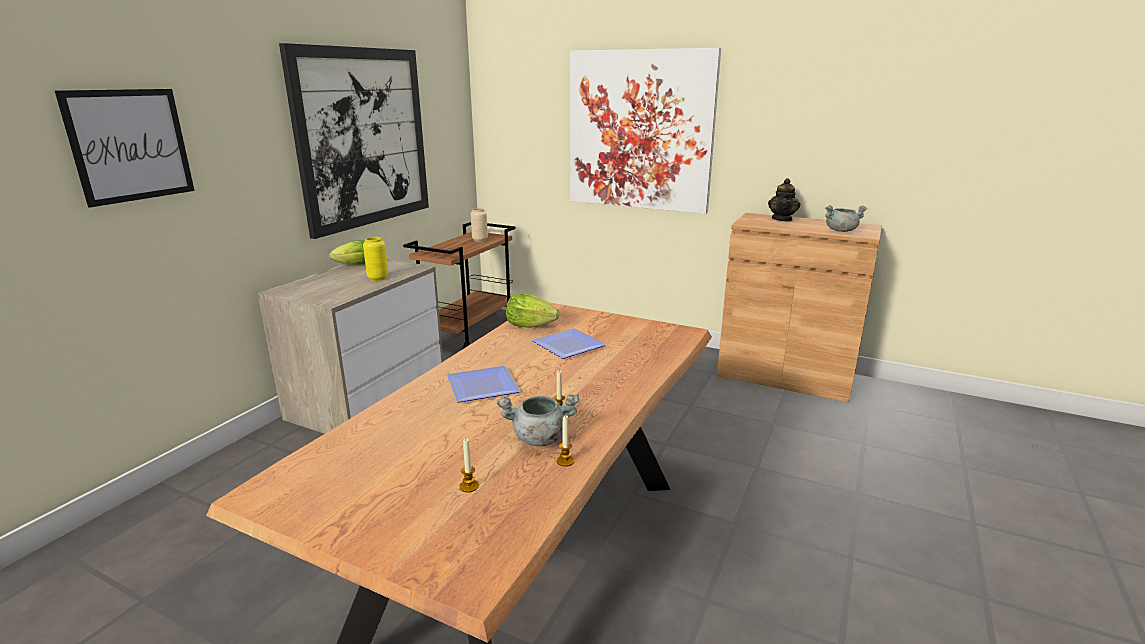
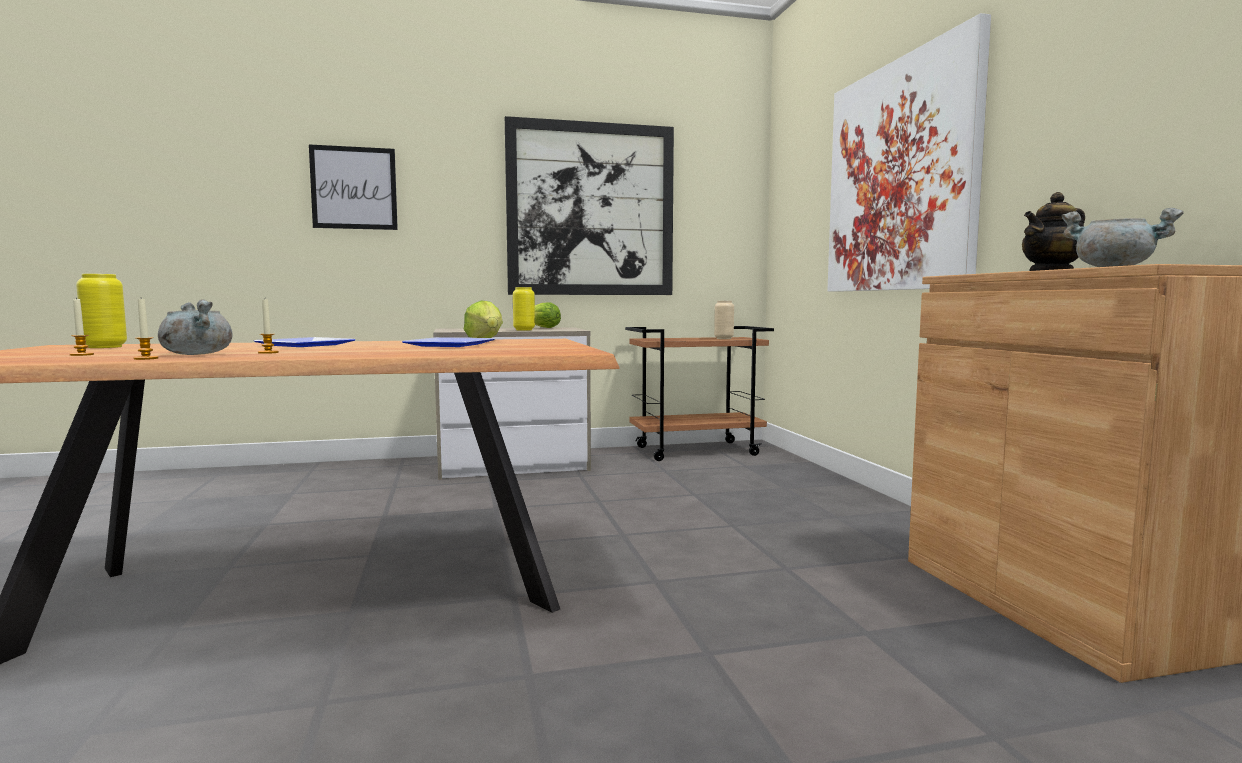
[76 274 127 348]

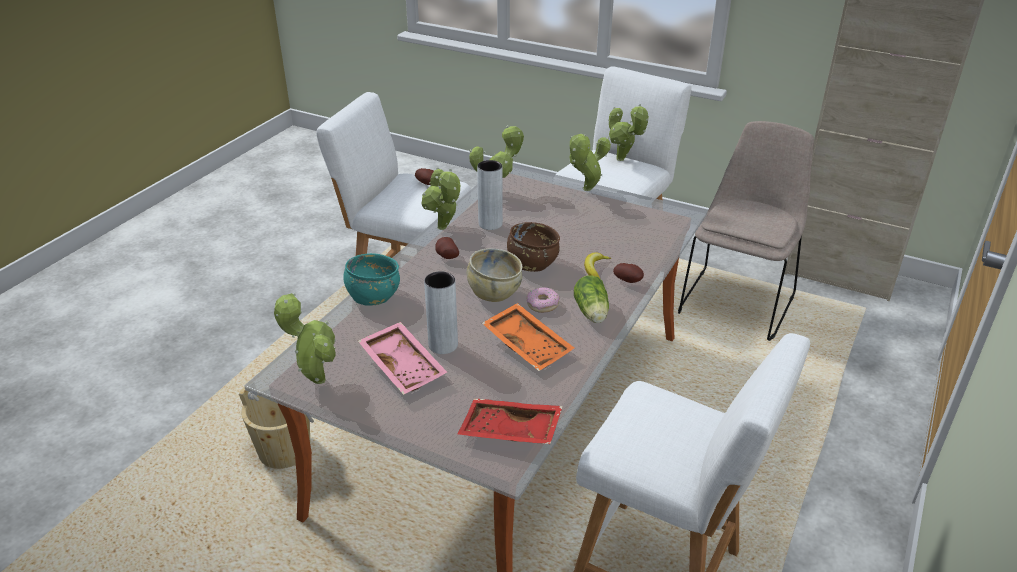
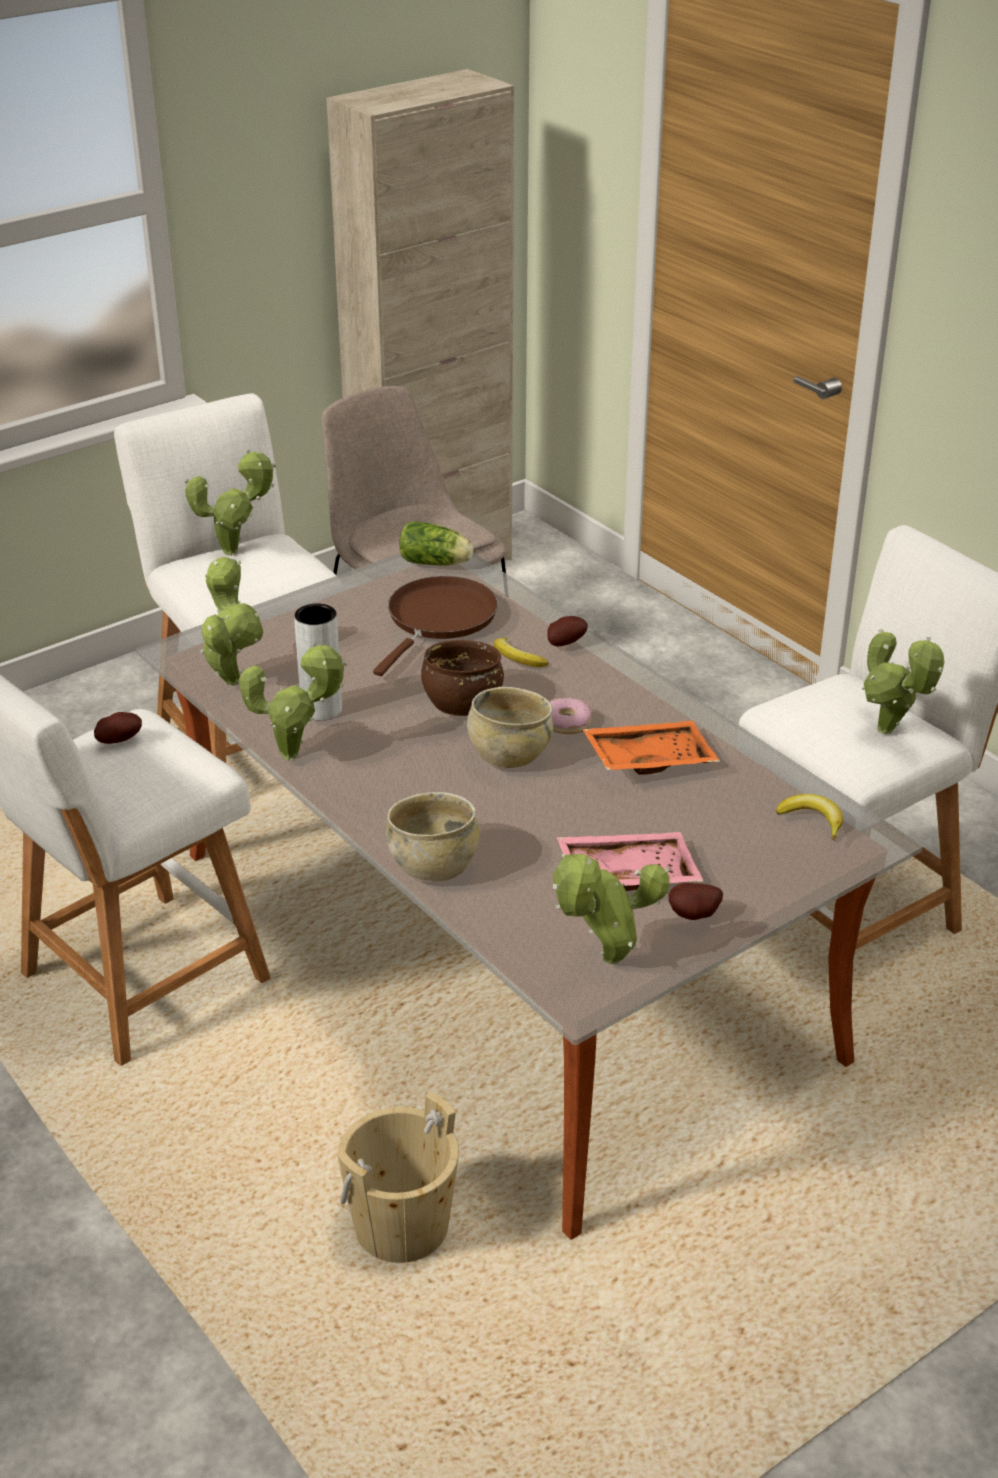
[386 792 480 882]
[424 271 458 354] (first image)
[669 883 723 920]
[776 794 843 840]
[862 629 944 734]
[399 521 474 566]
[373 576 498 676]

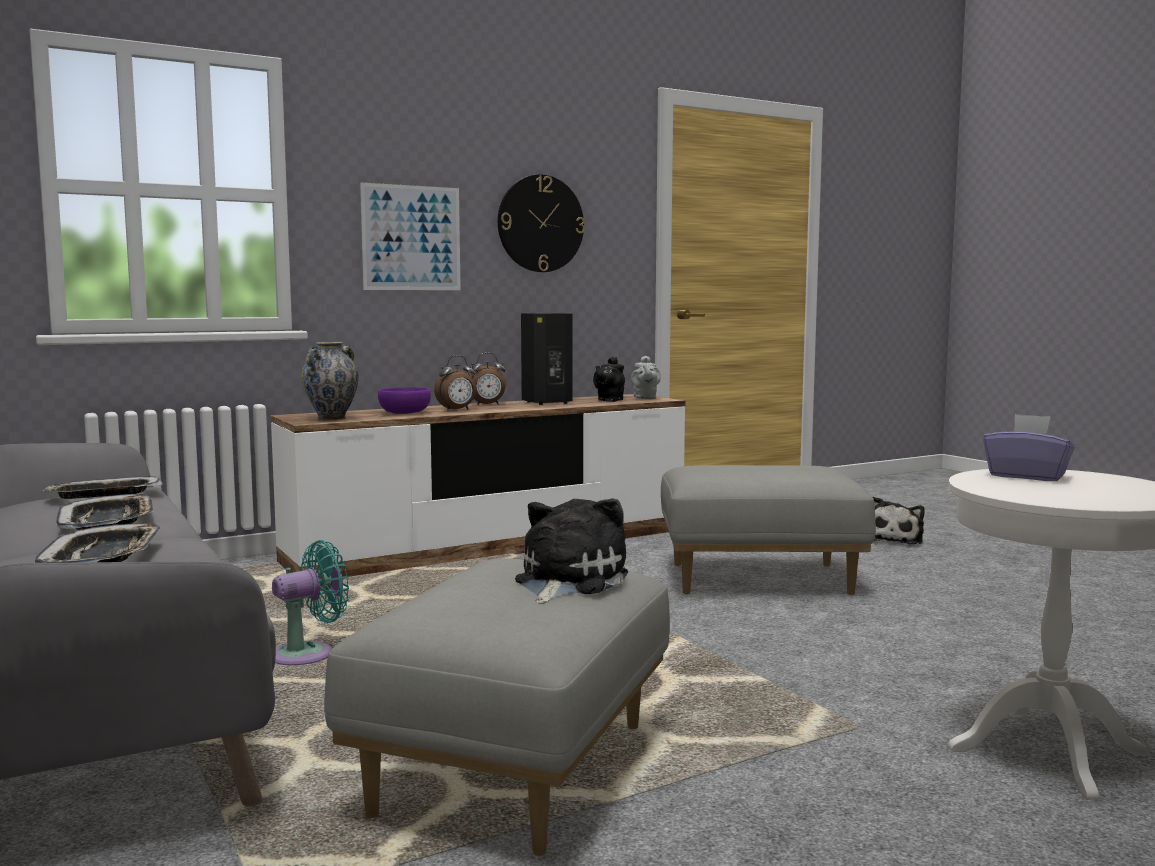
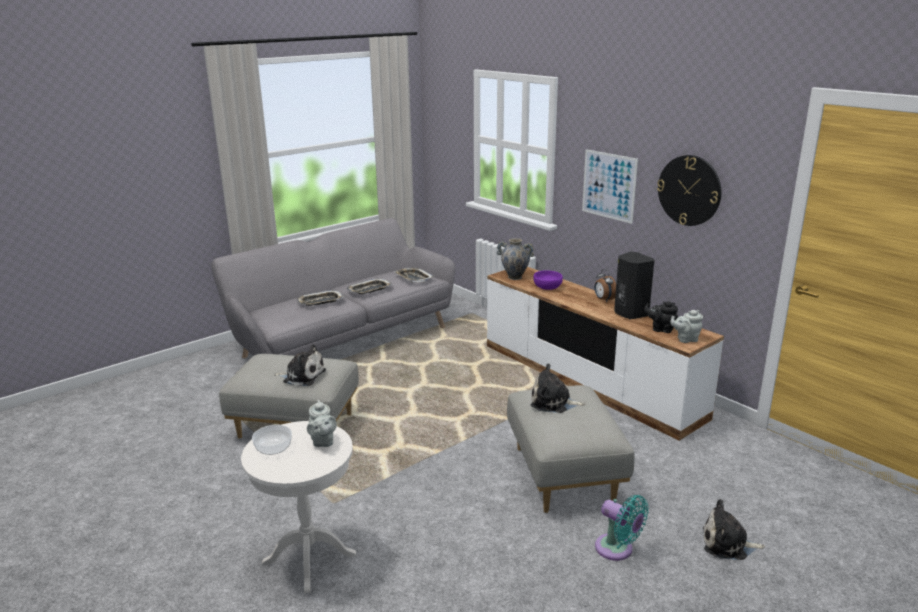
[595 495 648 561]
[434 355 476 411] (first image)
[307 400 337 447]
[252 425 292 455]
[531 364 586 413]

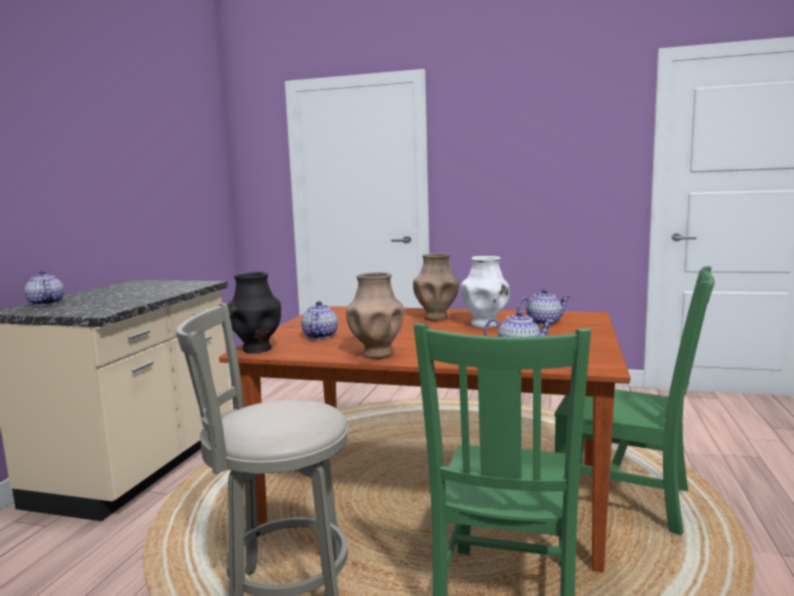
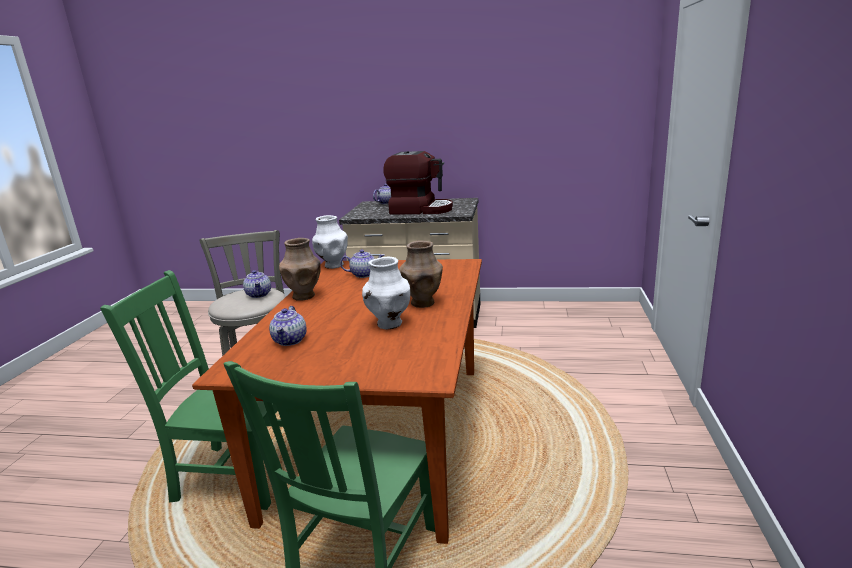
[312 215 348 269]
[243 270 271 298]
[383 151 453 214]

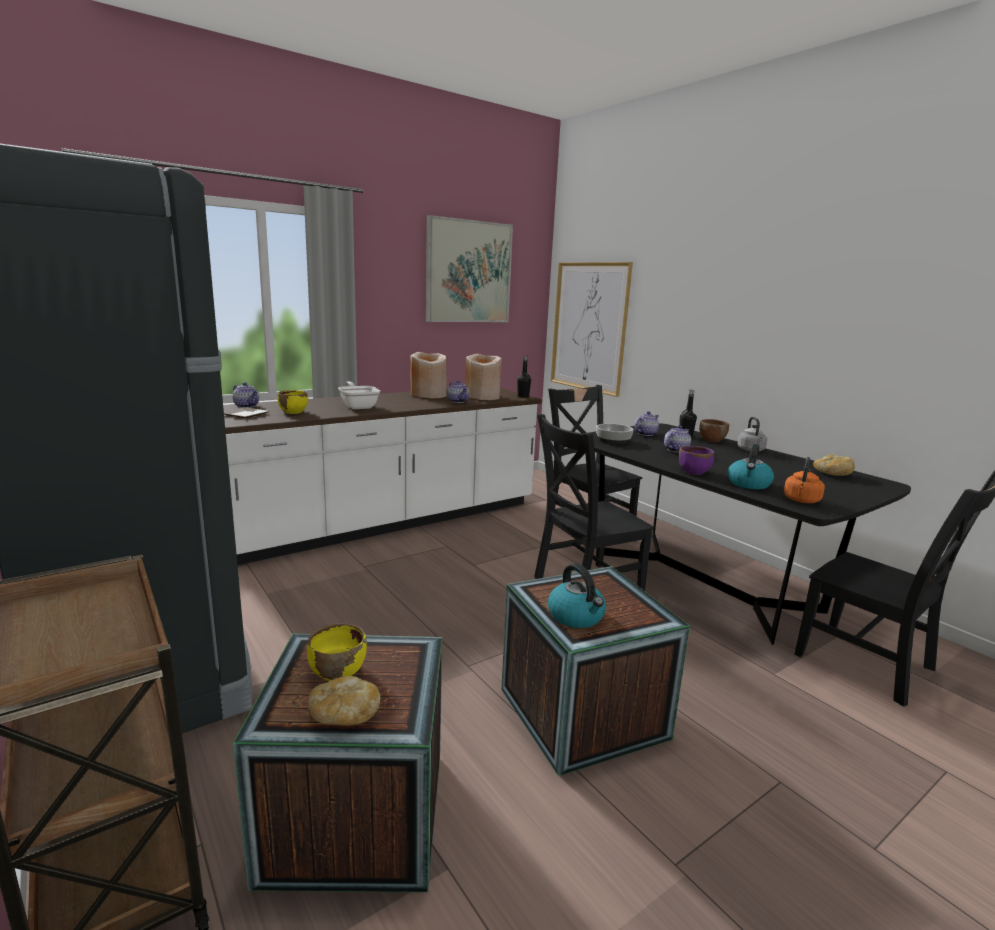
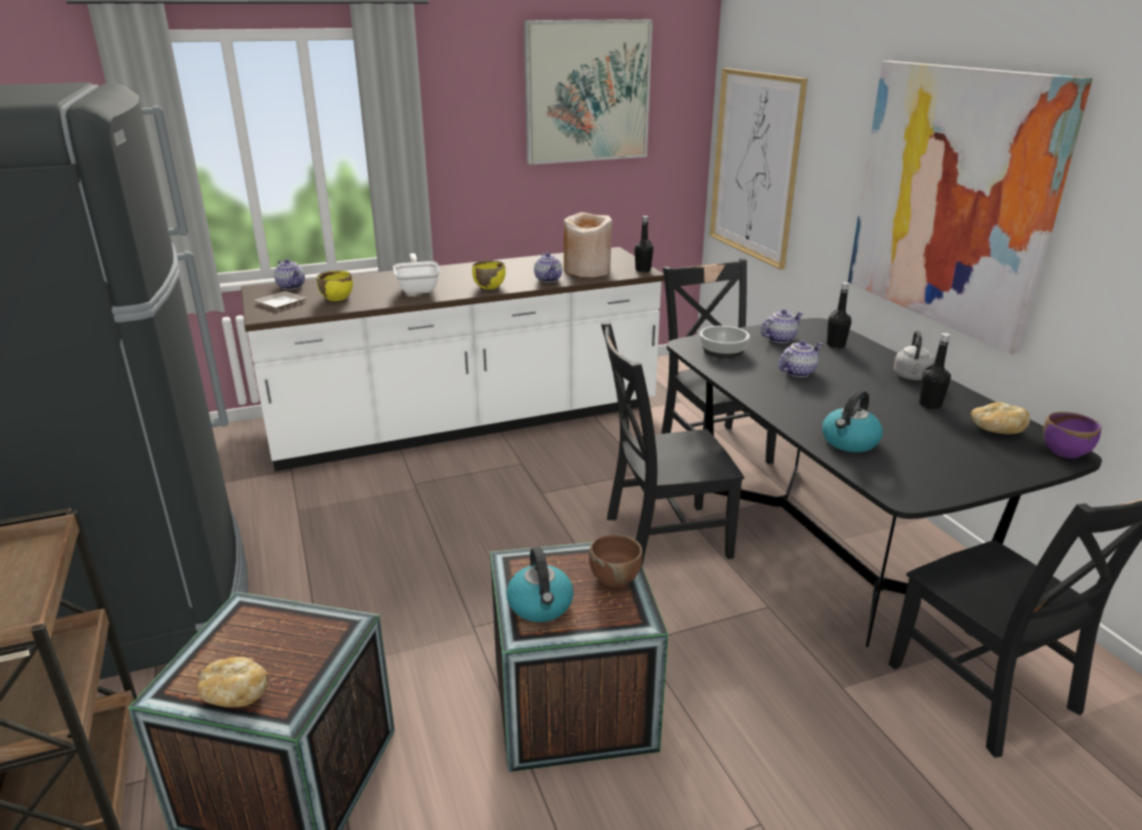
[472 260 506 289]
[410 352 447 399] (first image)
[1043 412 1101 458]
[589 534 643 587]
[784 457 825 503] (first image)
[848 61 1092 355]
[919 333 951 409]

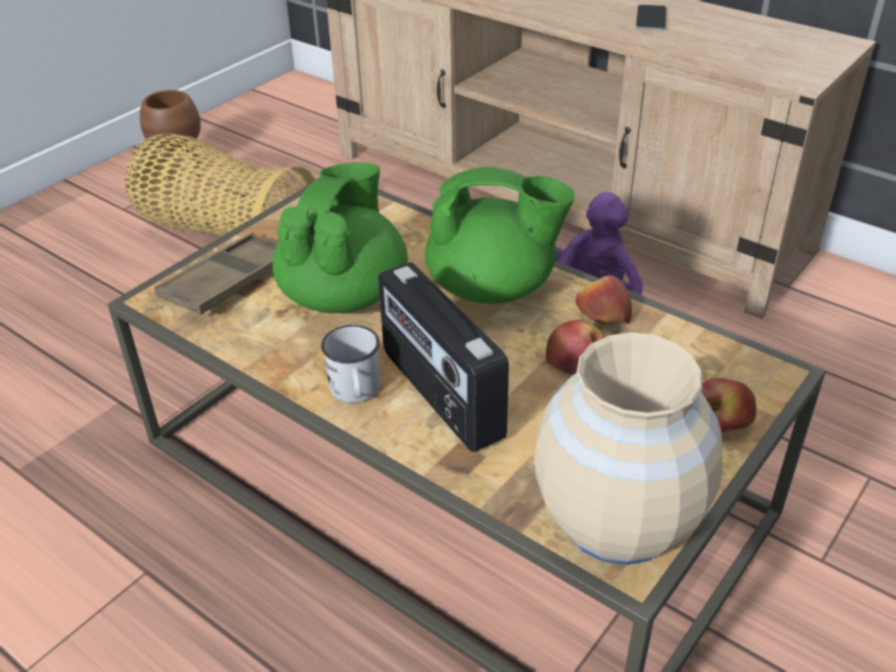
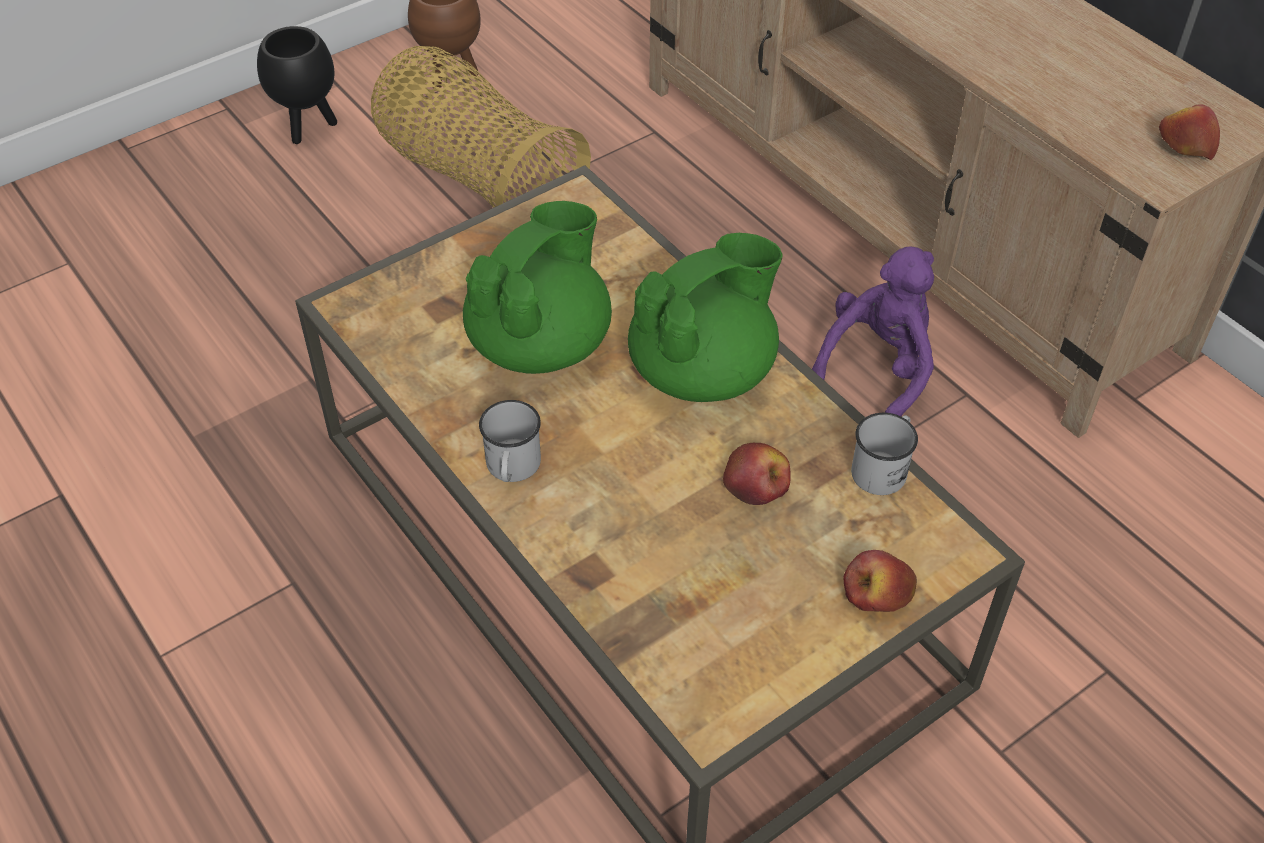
[154 232 278 315] (first image)
[378 262 509 452] (first image)
[628 233 783 402]
[534 332 722 565] (first image)
[1159 104 1220 160]
[636 5 666 30] (first image)
[257 26 337 144]
[851 413 918 495]

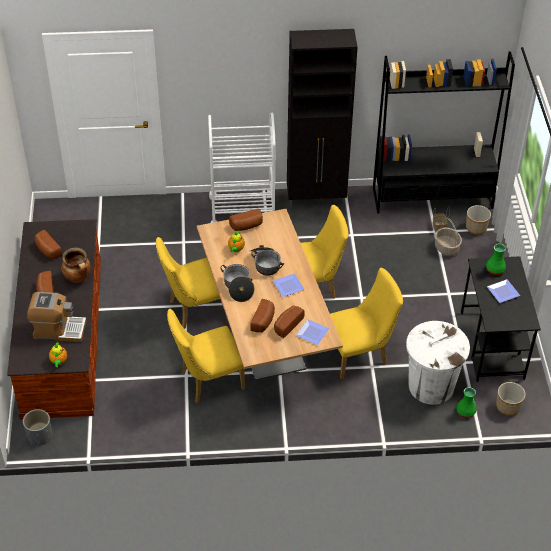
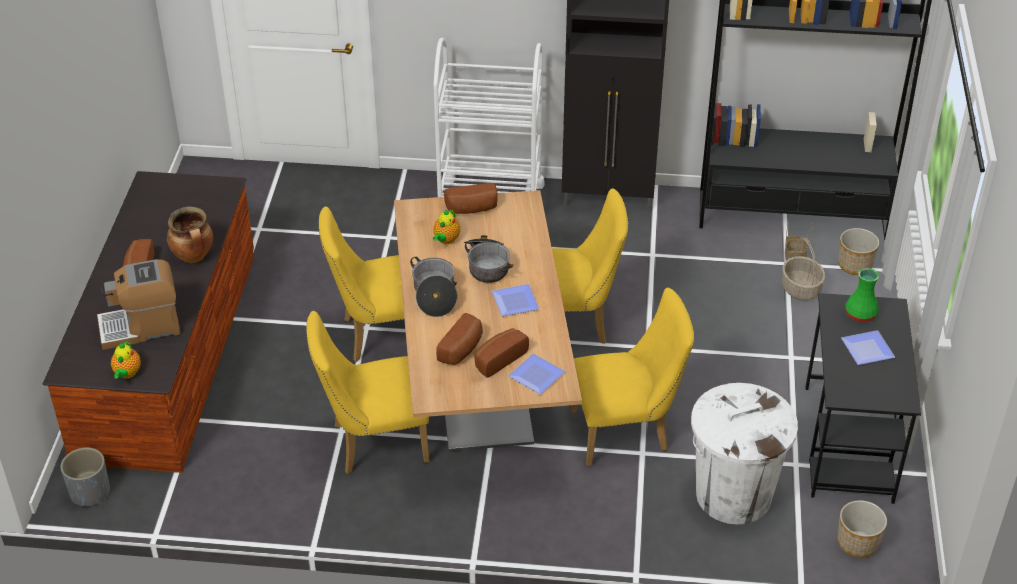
[97 259 181 350]
[35 230 62 259] (first image)
[456 387 477 418] (first image)

